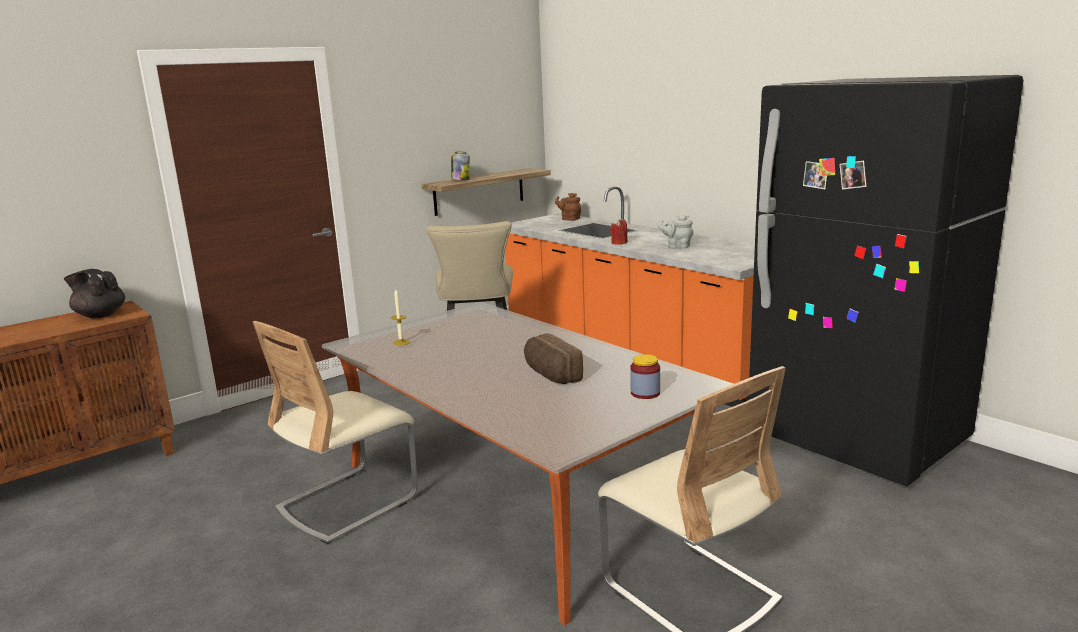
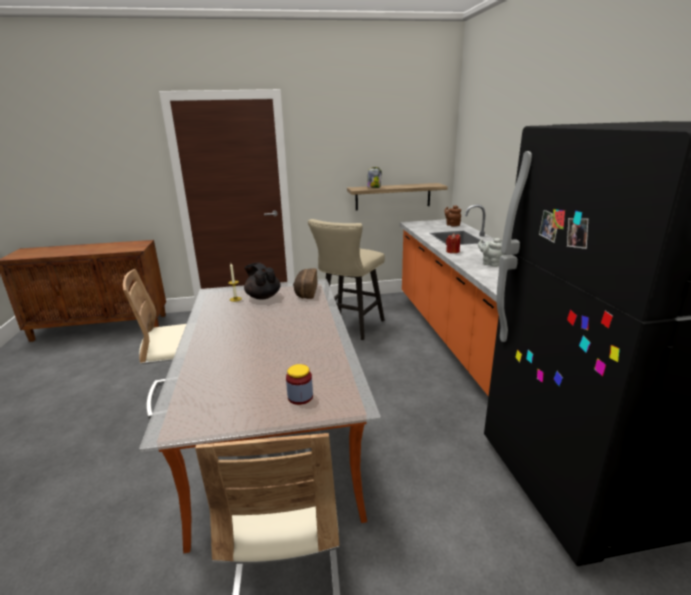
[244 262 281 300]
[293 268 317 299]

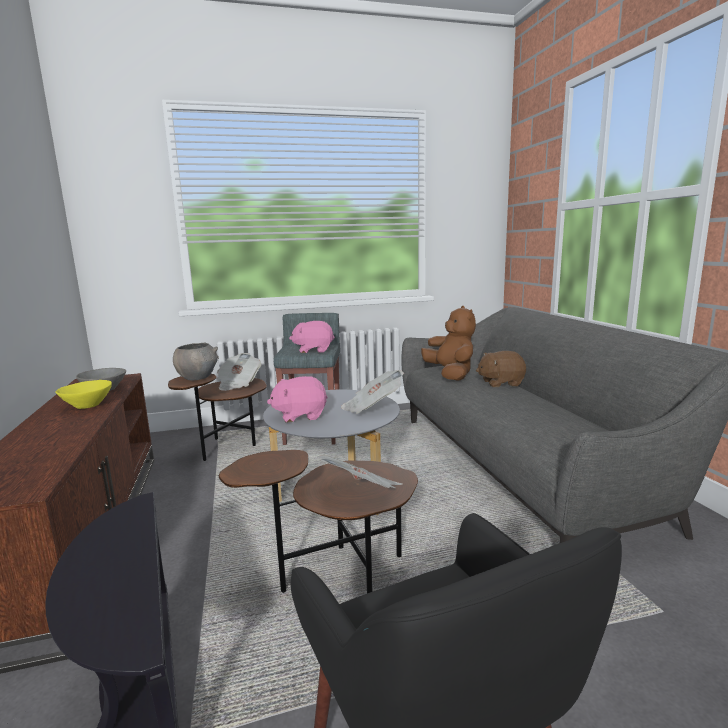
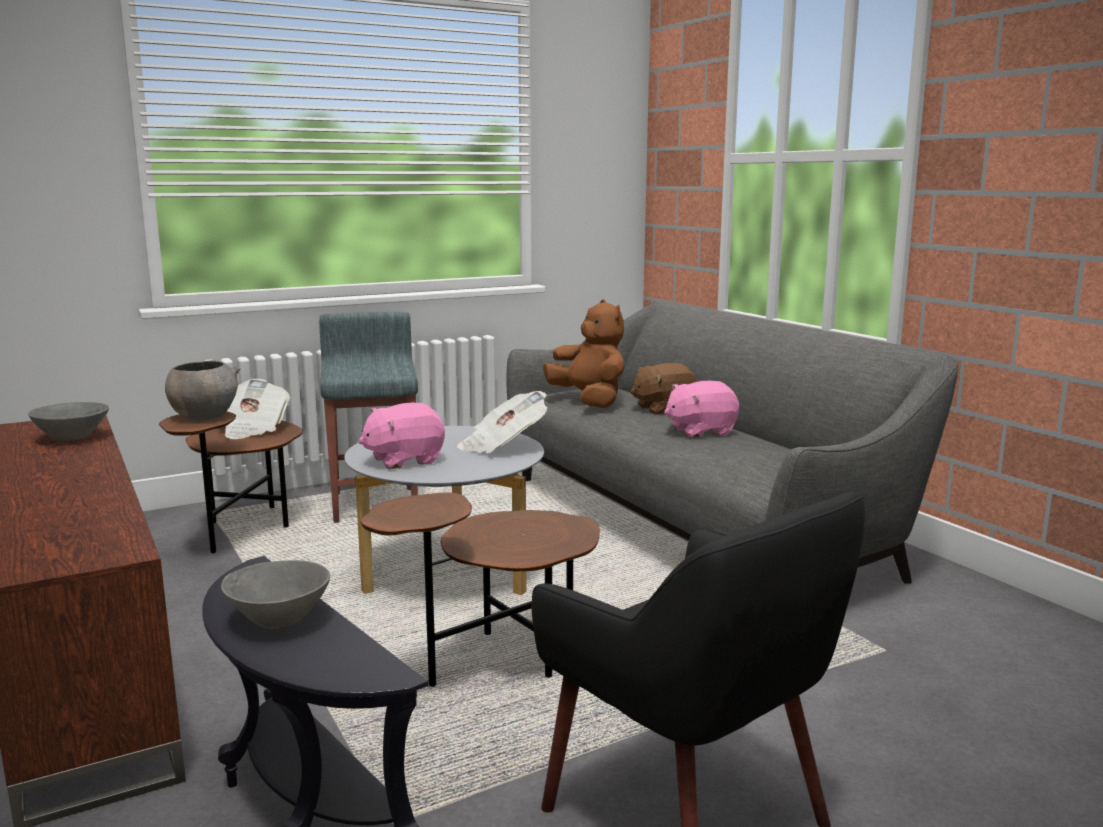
[55 380 112 409] (first image)
[664 381 739 438]
[317 455 402 488] (first image)
[221 560 330 629]

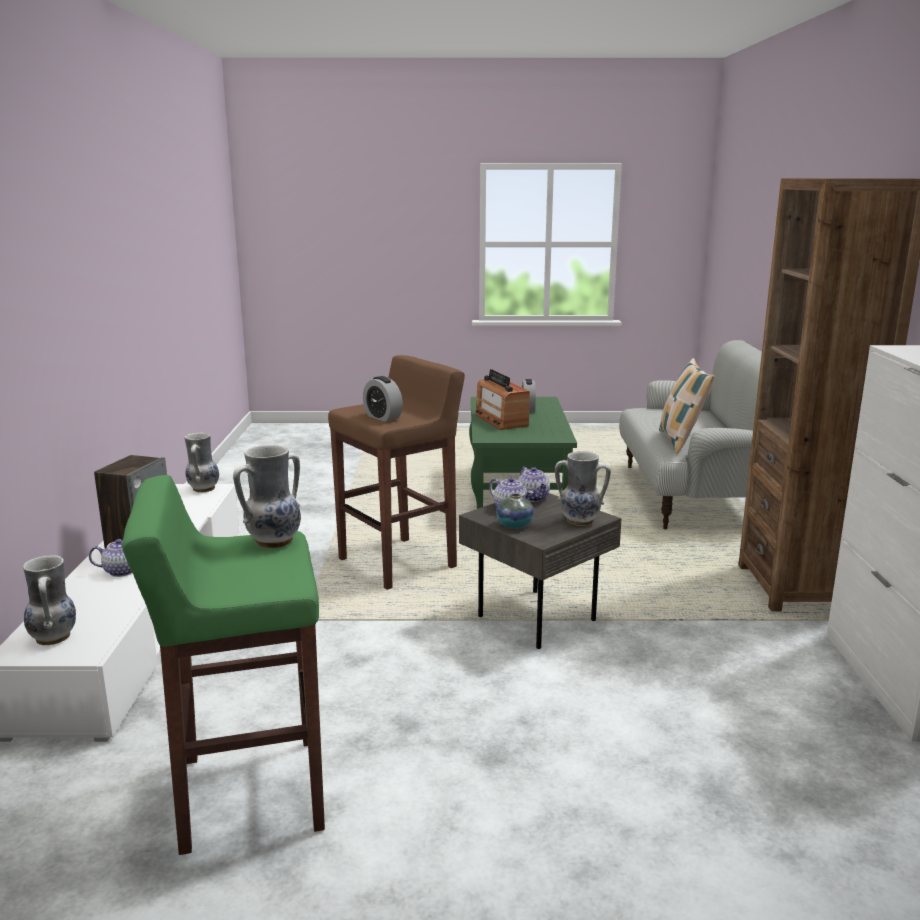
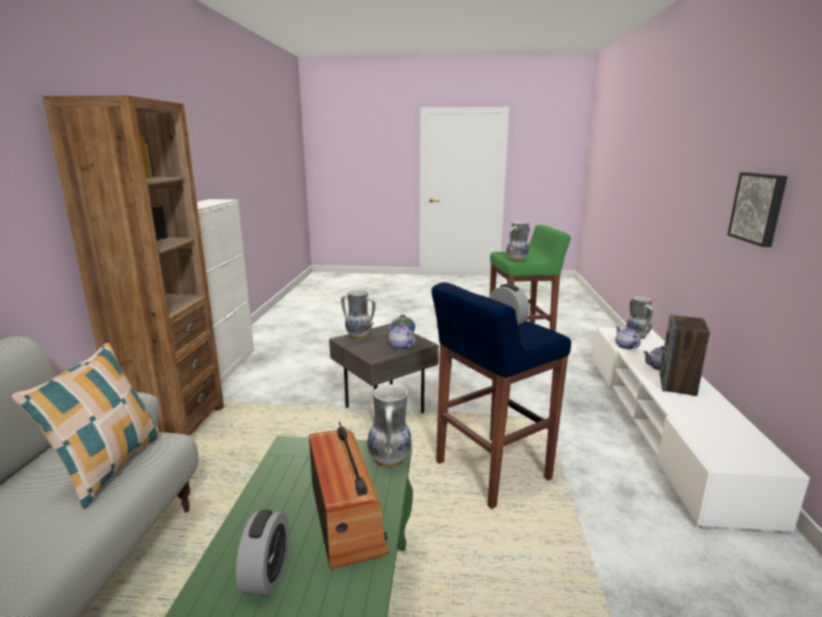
[367 384 411 468]
[431 282 571 509]
[615 326 641 349]
[727 172 788 247]

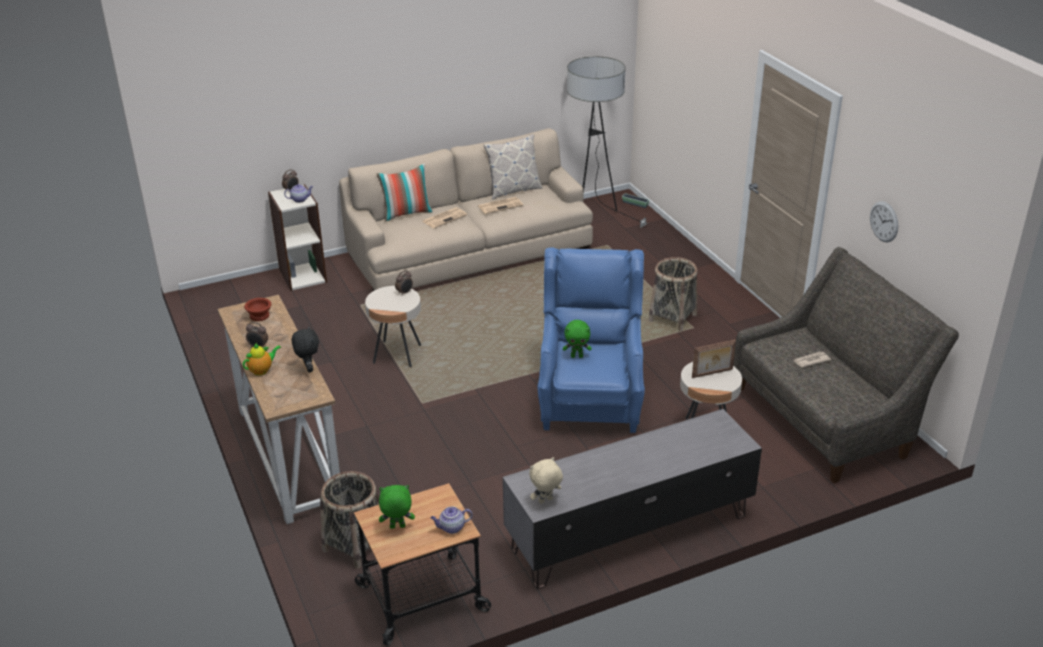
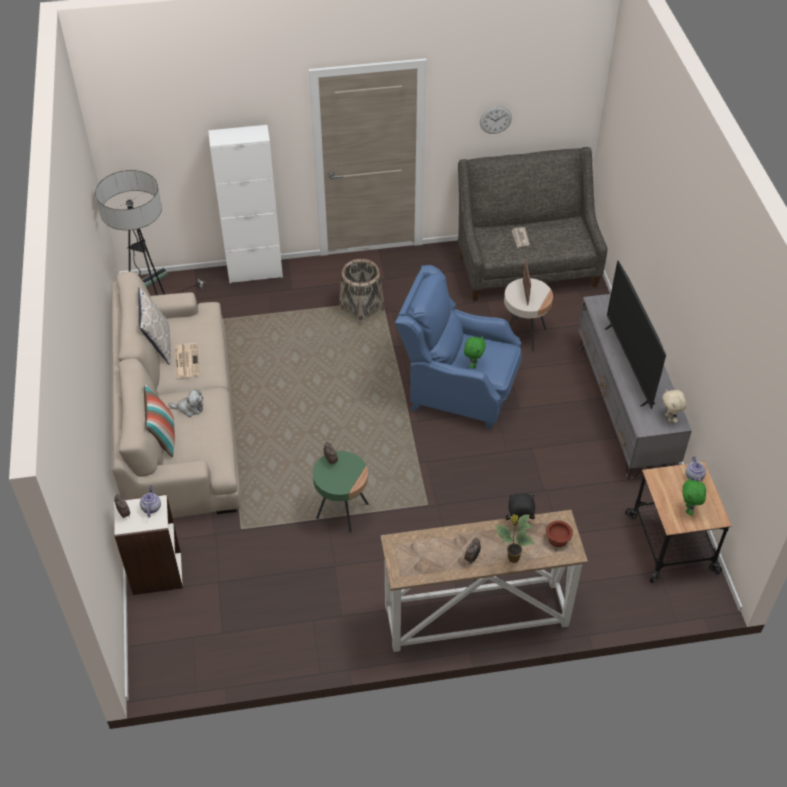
[495 514 535 563]
[546 521 573 547]
[320 471 379 569] (first image)
[313 451 369 533]
[168 389 203 417]
[208 125 283 283]
[604 260 666 410]

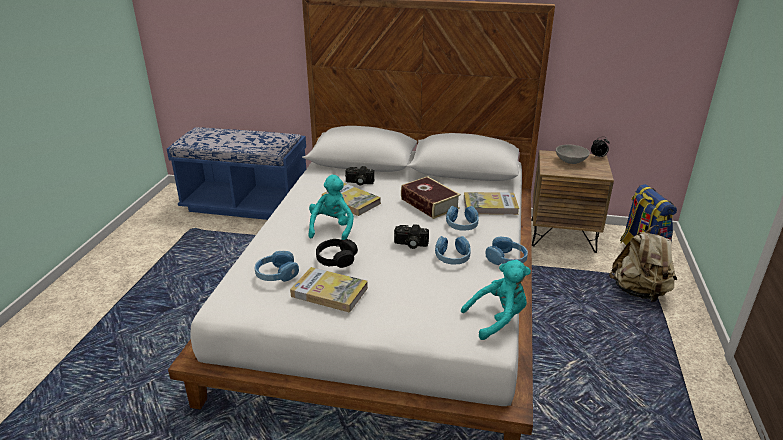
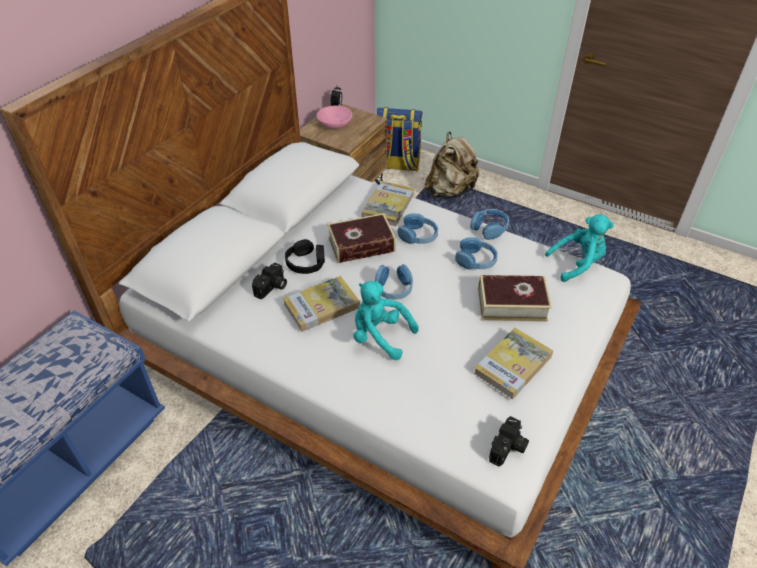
[375 264 413 300]
[285 239 325 274]
[489 416 529 467]
[545 215 614 282]
[317 106 352 129]
[478 275 552 322]

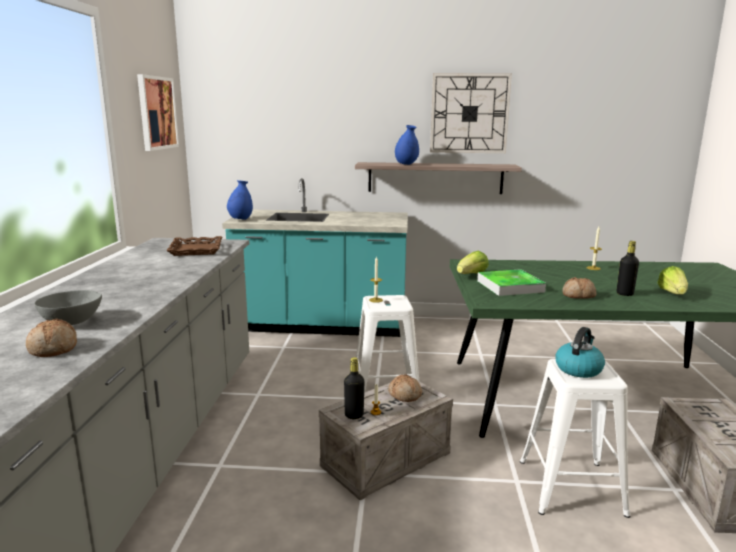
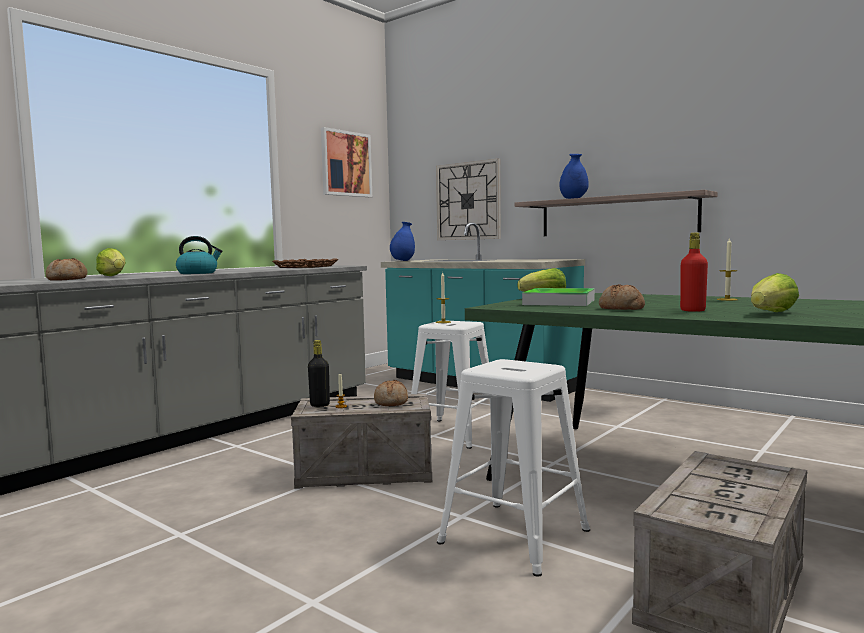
[96 248 126 276]
[436 158 501 240]
[176 236 223 274]
[680 233 708 312]

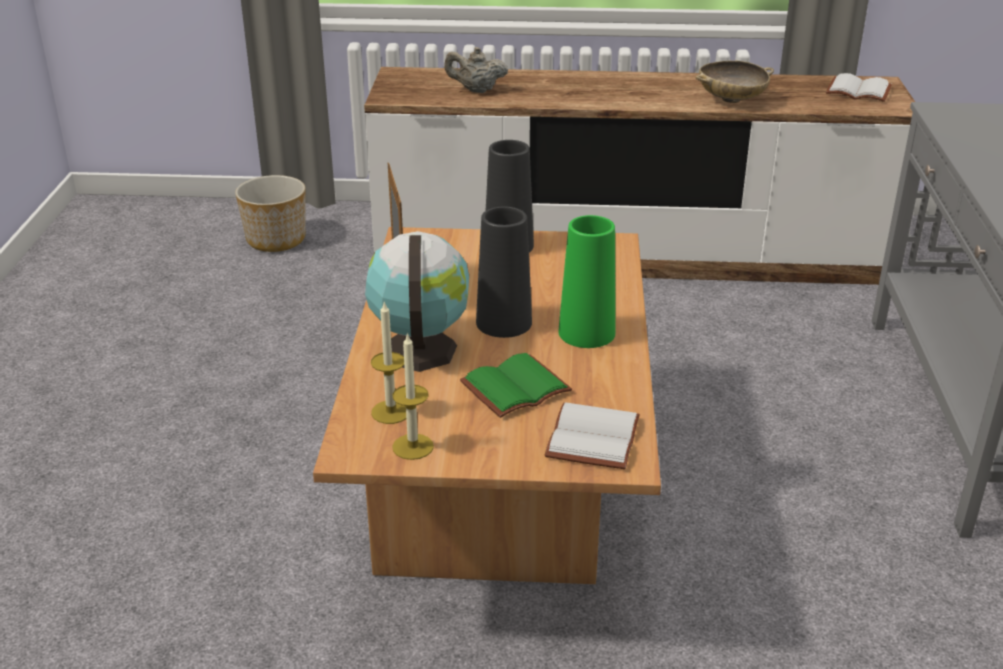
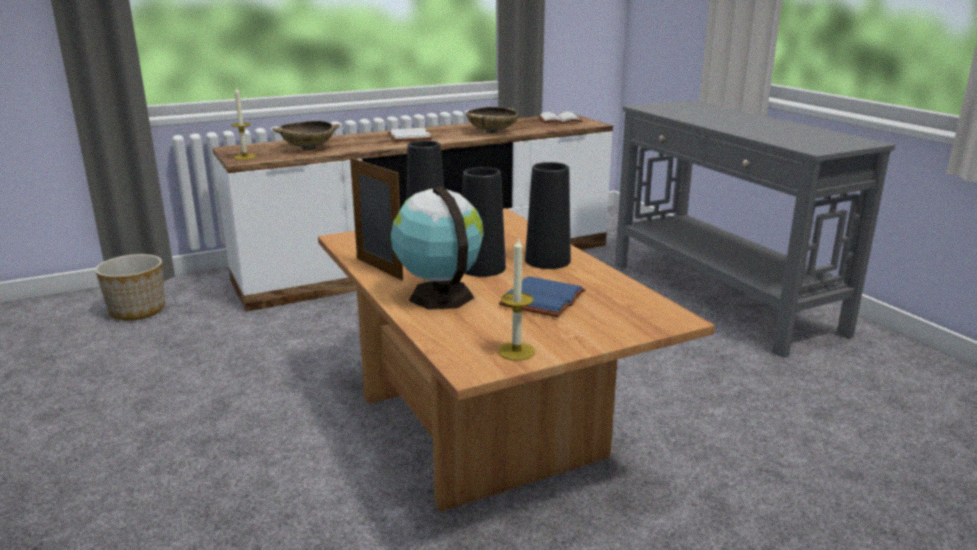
[231 87 256 160]
[272 121 340 150]
[499 276 586 317]
[388 128 432 142]
[525 162 571 269]

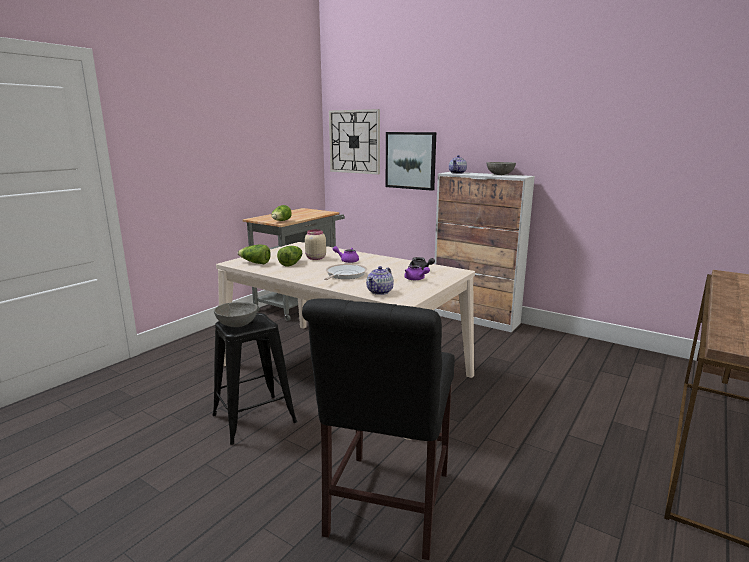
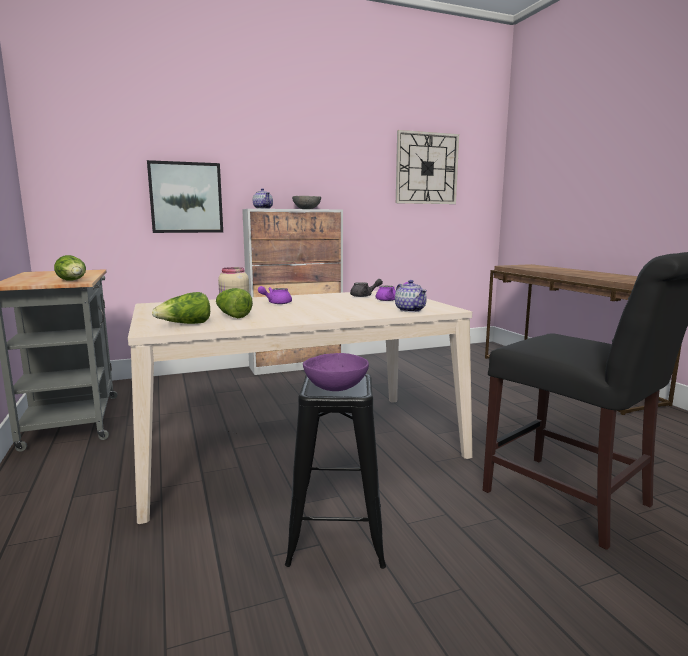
[303 353 369 391]
[324 264 367 280] (first image)
[396 130 459 204]

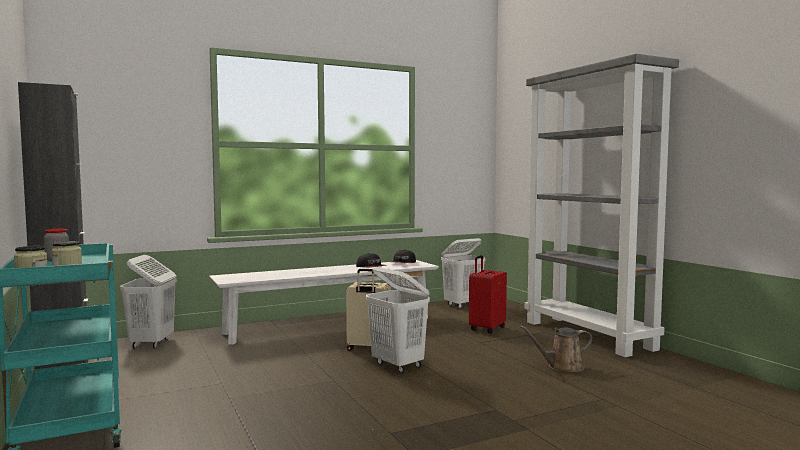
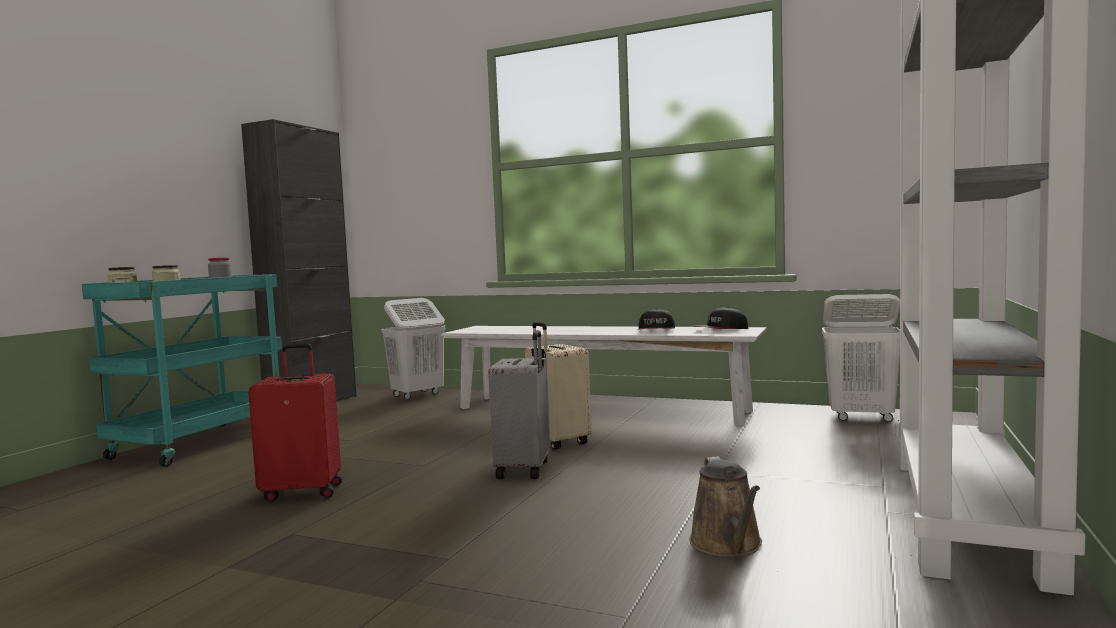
[488 330 550 479]
[248 343 342 502]
[689 456 762 557]

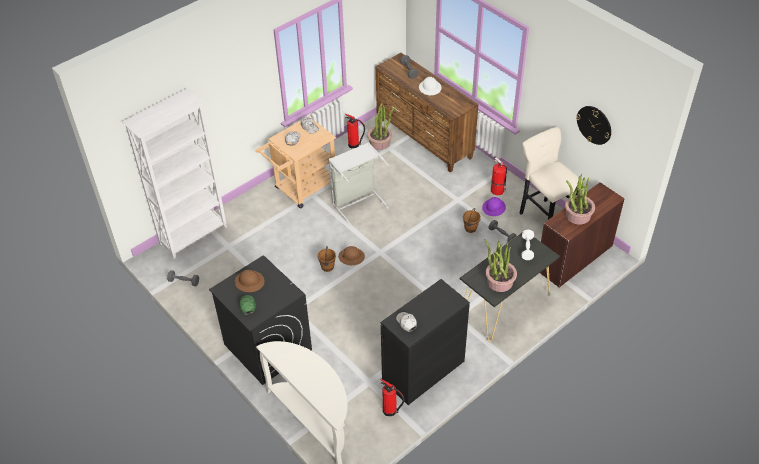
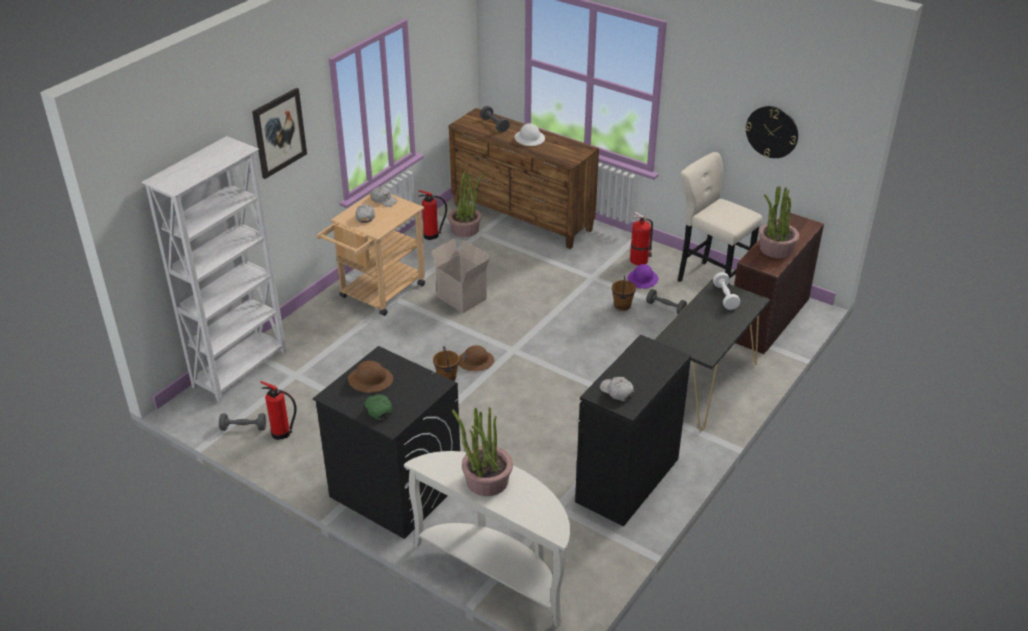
[427 238 490 313]
[260 381 297 440]
[452 407 513 496]
[252 88 307 179]

